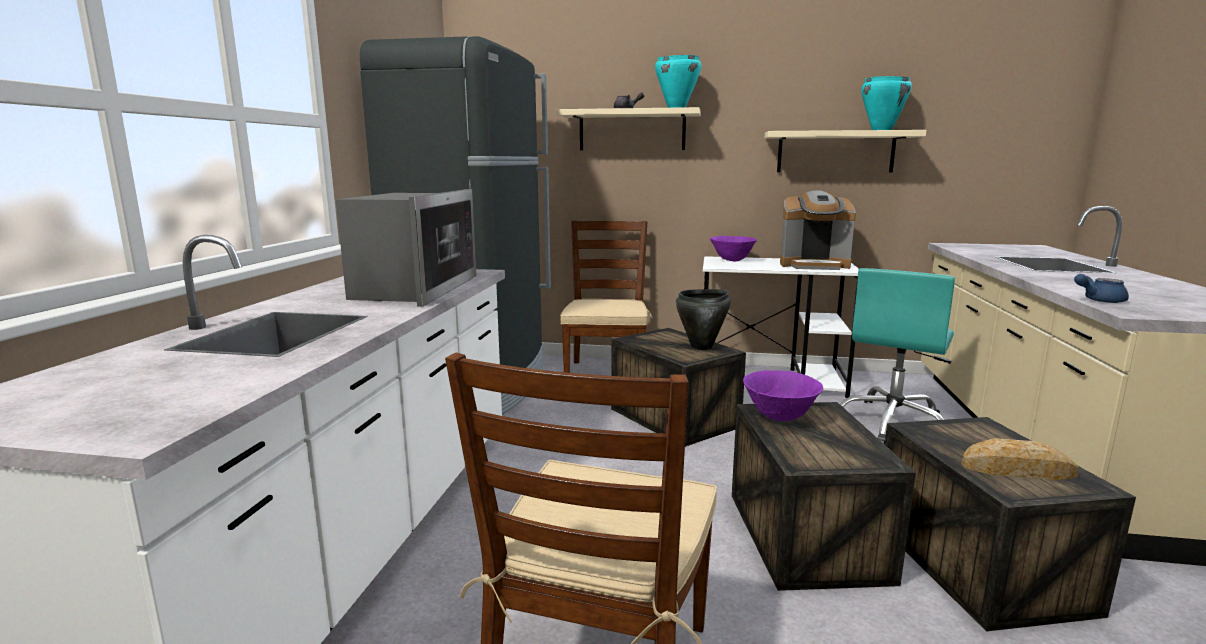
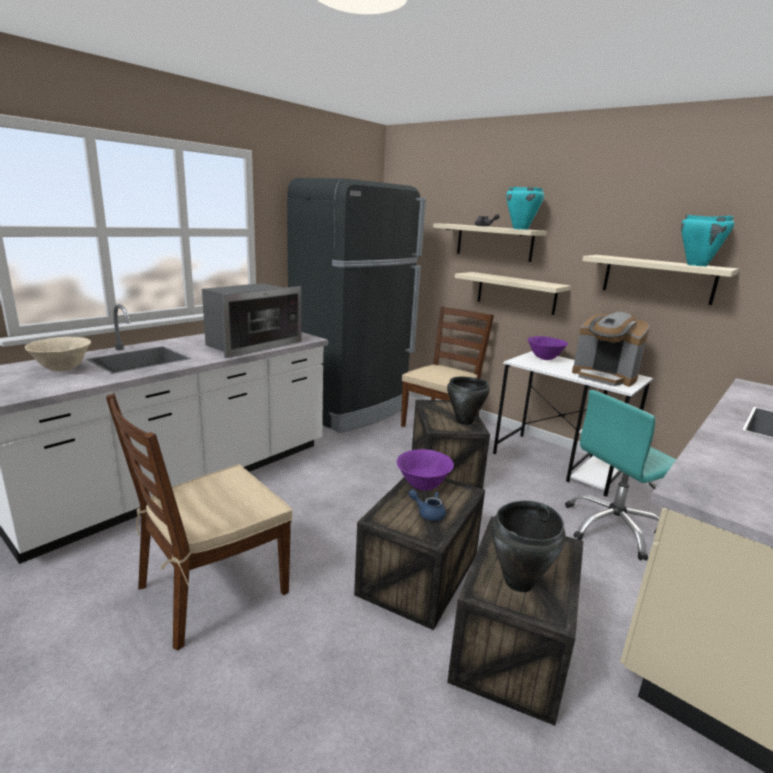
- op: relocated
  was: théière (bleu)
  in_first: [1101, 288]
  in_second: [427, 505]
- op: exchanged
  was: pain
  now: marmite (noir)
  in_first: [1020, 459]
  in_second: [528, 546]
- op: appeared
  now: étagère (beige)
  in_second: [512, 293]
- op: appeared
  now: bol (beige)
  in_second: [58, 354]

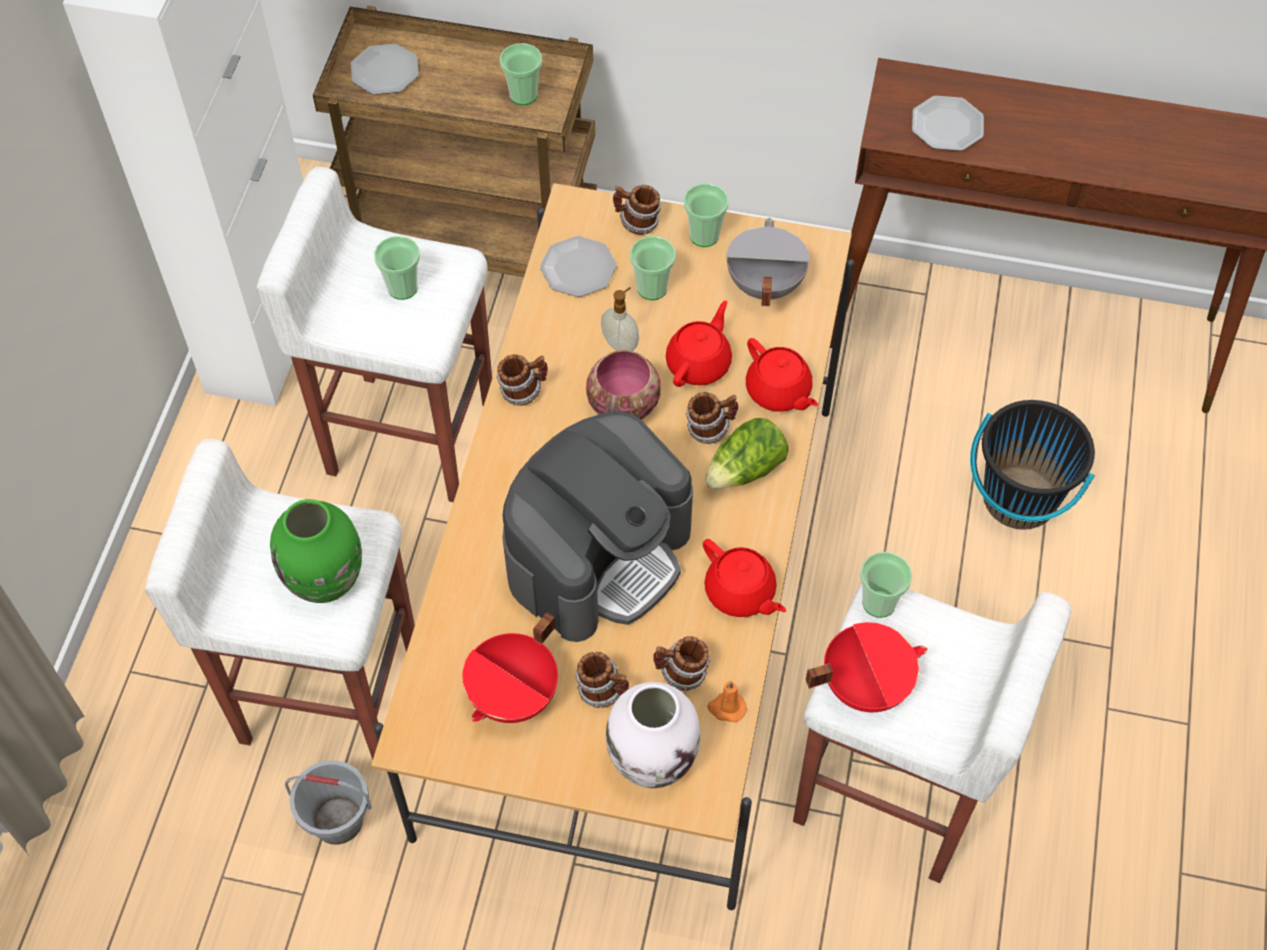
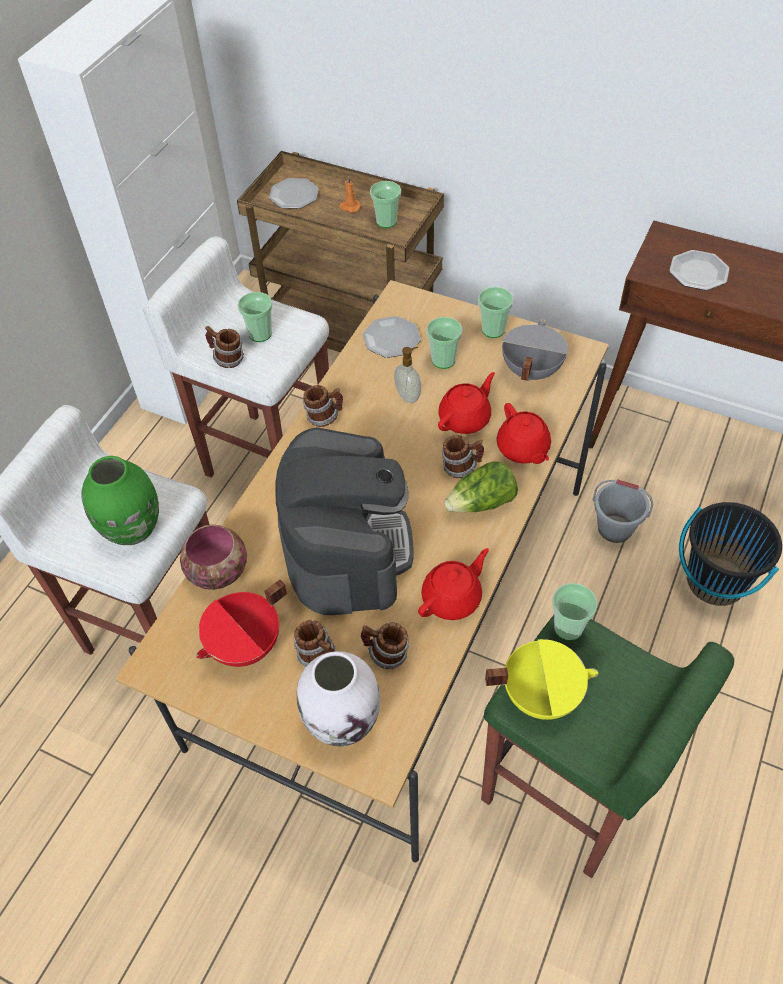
- op: relocated
  was: mug
  in_first: [637, 210]
  in_second: [224, 347]
- op: relocated
  was: bol
  in_first: [623, 384]
  in_second: [213, 557]
- op: spun
  was: machine à café
  in_first: [597, 526]
  in_second: [344, 521]
  clockwise: -60
- op: spun
  was: théière (rouge)
  in_first: [744, 578]
  in_second: [453, 584]
  clockwise: -105
- op: colour
  was: tabouret (blanc)
  now: tabouret (vert)
  in_first: [932, 733]
  in_second: [607, 746]
- op: colour
  was: marmite (rouge)
  now: marmite (jaune)
  in_first: [866, 667]
  in_second: [541, 679]
- op: relocated
  was: bougie (orange)
  in_first: [727, 701]
  in_second: [350, 194]
- op: relocated
  was: seau (gris)
  in_first: [328, 802]
  in_second: [622, 511]

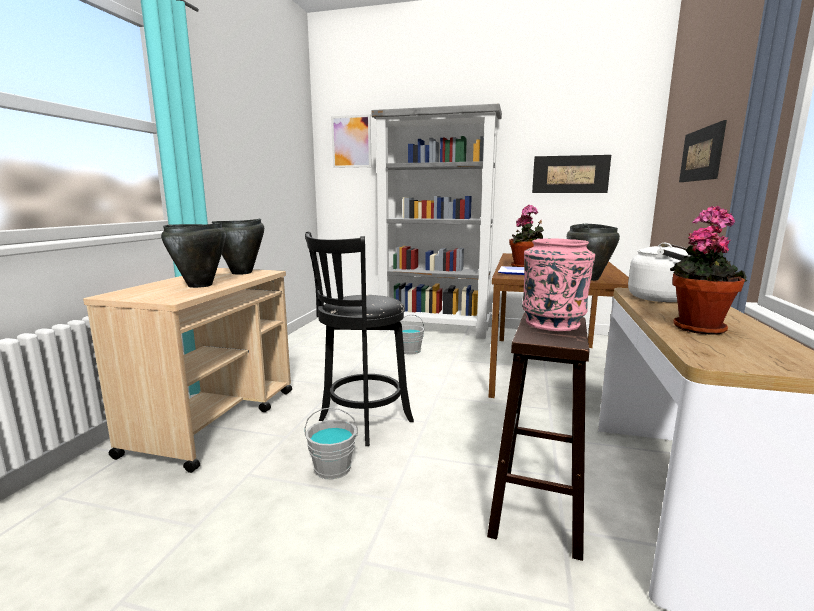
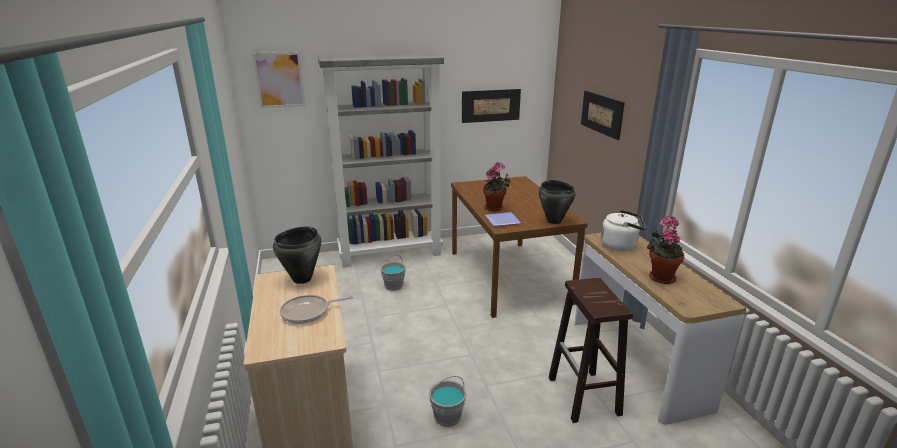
- op: exchanged
  was: marmite (noir)
  now: poêle
  in_first: [193, 255]
  in_second: [316, 309]
- op: missing
  was: tabouret (noir)
  in_first: [359, 338]
- op: missing
  was: vase (rose)
  in_first: [558, 284]

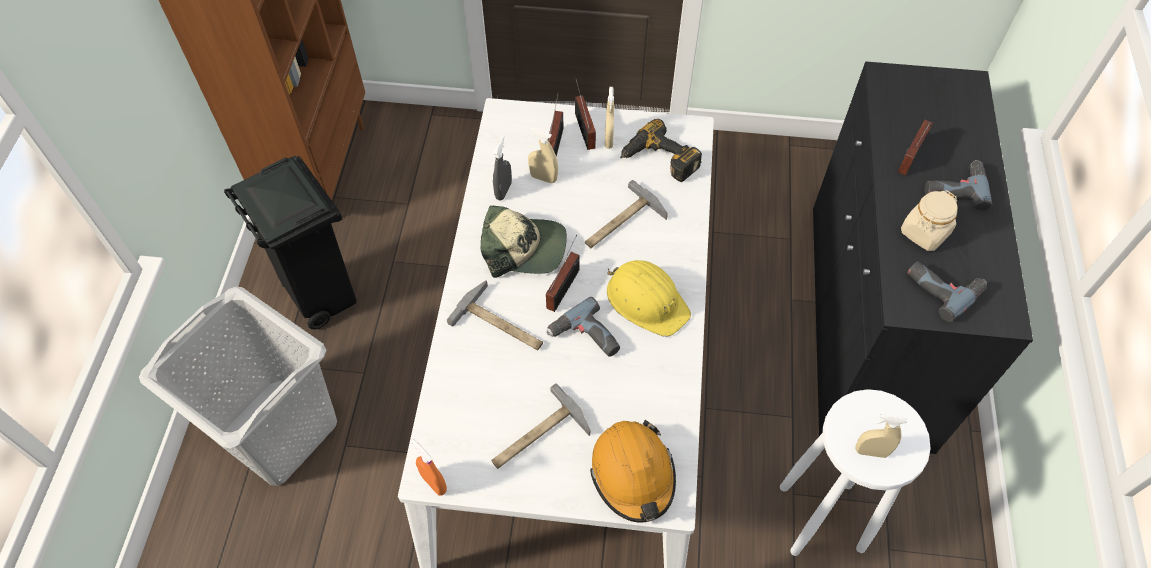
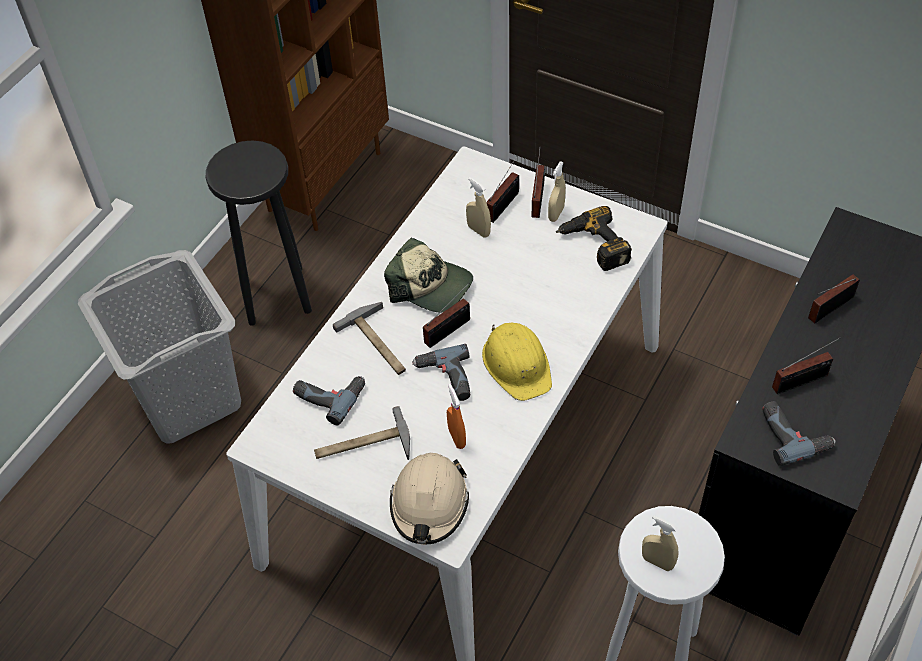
- op: missing
  was: vaporisateur (gris)
  in_first: [502, 167]
- op: exchanged
  was: poubelle (noir)
  now: tabouret (noir)
  in_first: [290, 242]
  in_second: [259, 233]
- op: relocated
  was: perceuse
  in_first: [958, 185]
  in_second: [329, 400]
- op: missing
  was: marteau
  in_first: [626, 214]
- op: exchanged
  was: bocal (beige)
  now: radio
  in_first: [929, 220]
  in_second: [806, 365]
- op: colour
  was: casque de chantier (orange)
  now: casque de chantier (beige)
  in_first: [633, 471]
  in_second: [429, 499]
- op: relocated
  was: vaporisateur (orange)
  in_first: [429, 467]
  in_second: [456, 416]

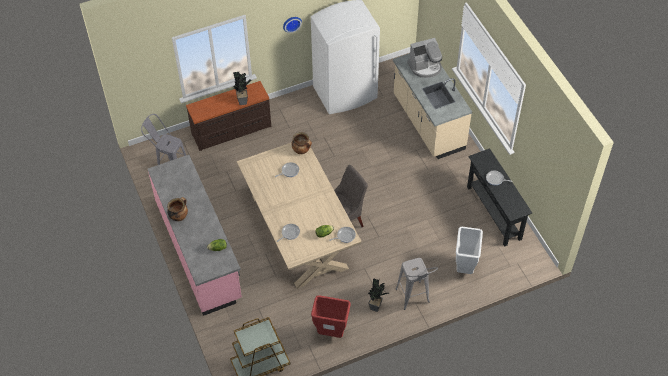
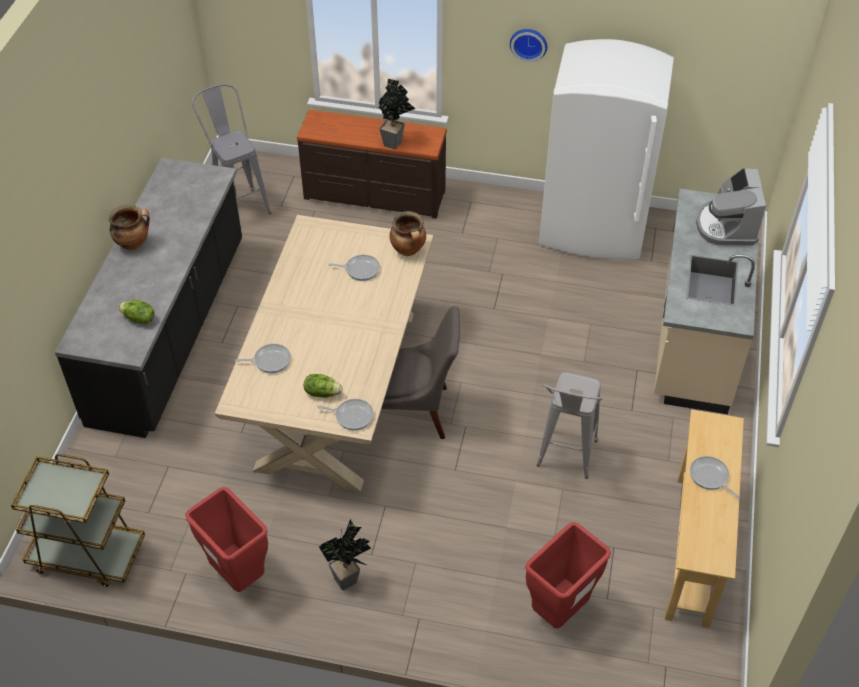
- op: spun
  was: machine à café
  in_first: [424, 58]
  in_second: [731, 207]
  clockwise: 75
- op: colour
  was: table console (noir)
  now: table console (beige)
  in_first: [499, 197]
  in_second: [704, 518]
- op: colour
  was: comptoir de cuisine (rose)
  now: comptoir de cuisine (noir)
  in_first: [195, 235]
  in_second: [148, 298]
- op: colour
  was: poubelle (blanc)
  now: poubelle (rouge)
  in_first: [469, 250]
  in_second: [568, 575]
- op: relocated
  was: tabouret (gris)
  in_first: [416, 284]
  in_second: [569, 425]

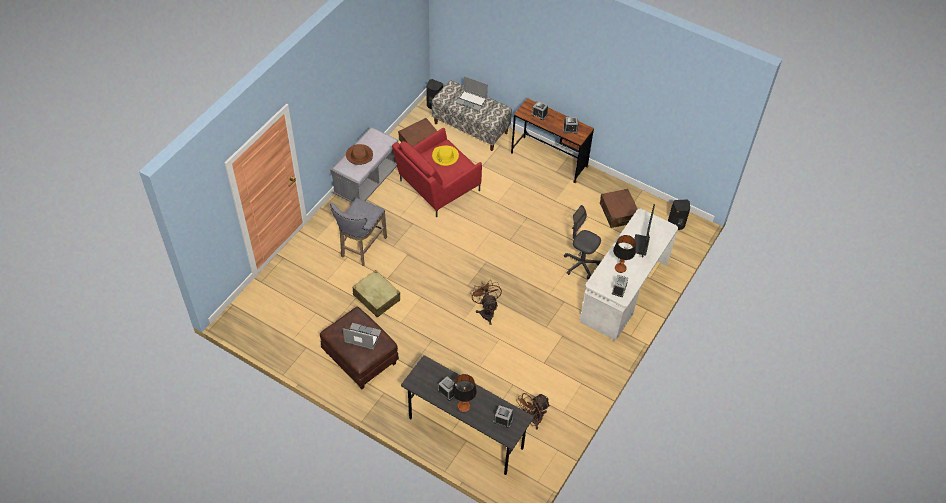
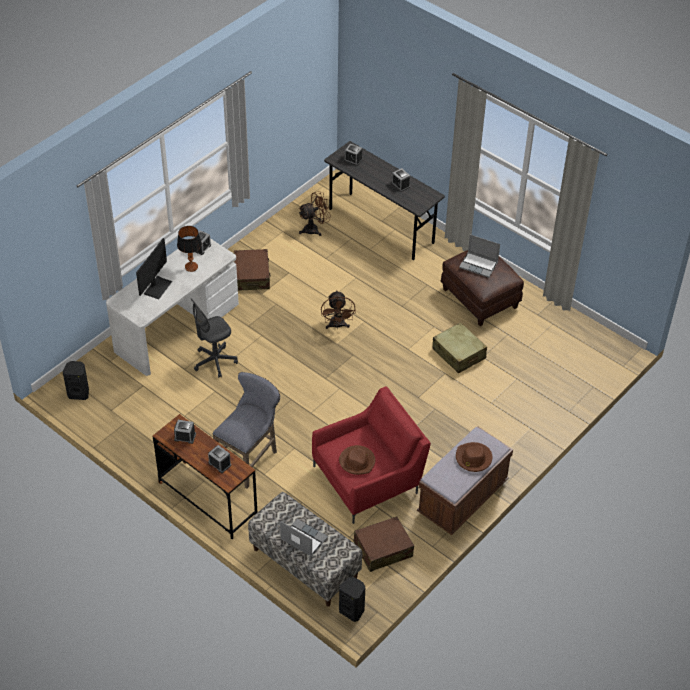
- op: colour
  was: banc (gris)
  now: banc (marron)
  in_first: [364, 165]
  in_second: [465, 481]
- op: colour
  was: chapeau (jaune)
  now: chapeau (marron)
  in_first: [445, 155]
  in_second: [357, 460]
- op: relocated
  was: valise (marron)
  in_first: [619, 208]
  in_second: [252, 270]
- op: relocated
  was: tabouret (gris)
  in_first: [358, 232]
  in_second: [246, 430]
- op: spun
  was: chaise de bureau (gris)
  in_first: [582, 242]
  in_second: [214, 338]
  clockwise: 105
- op: missing
  was: lampe de table
  in_first: [464, 393]

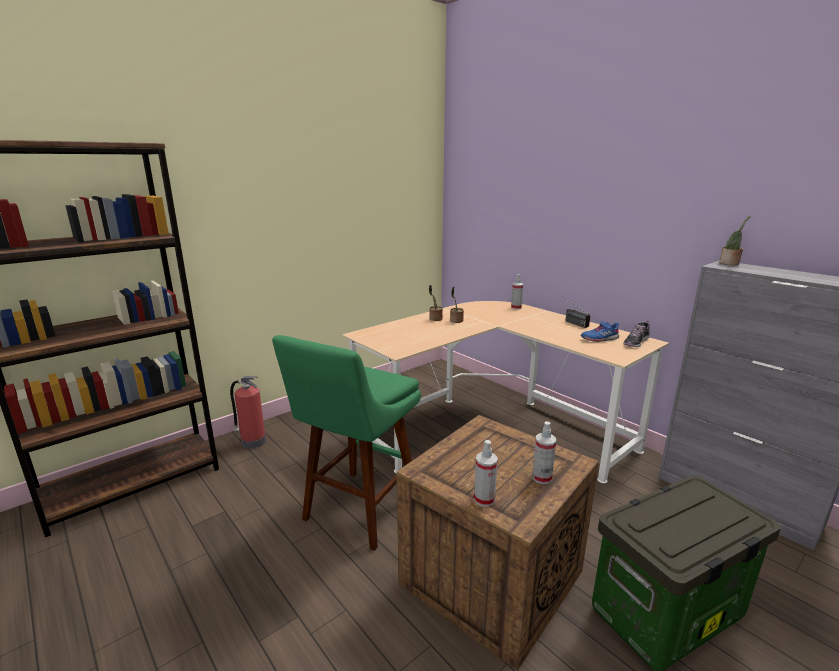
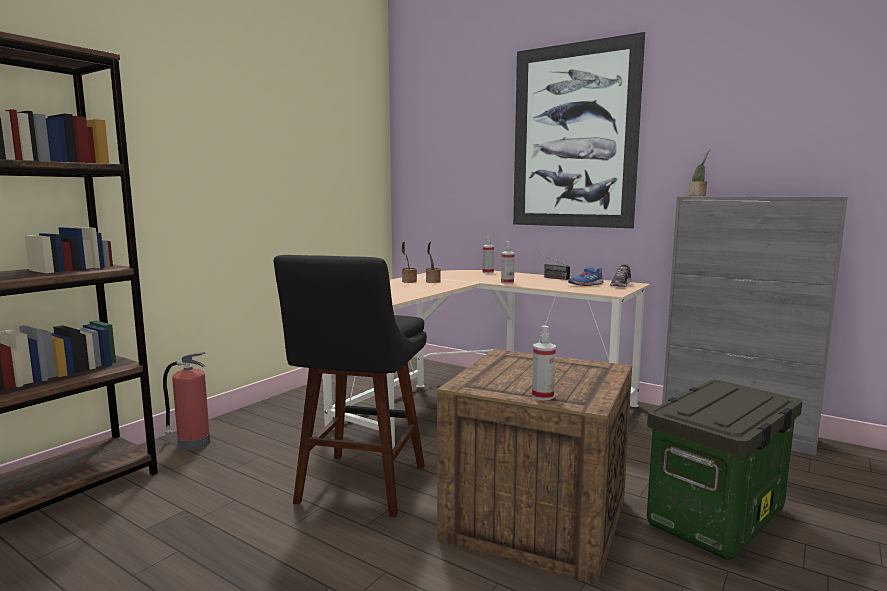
- op: colour
  was: tabouret (vert)
  now: tabouret (noir)
  in_first: [346, 443]
  in_second: [350, 386]
- op: relocated
  was: vaporisateur
  in_first: [544, 452]
  in_second: [508, 262]
- op: appeared
  now: tableau
  in_second: [579, 130]

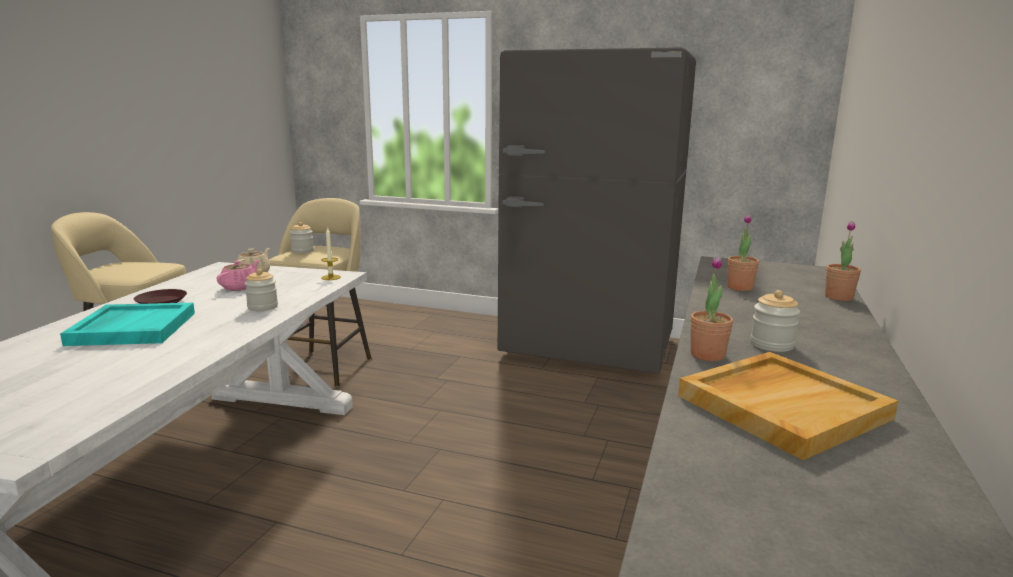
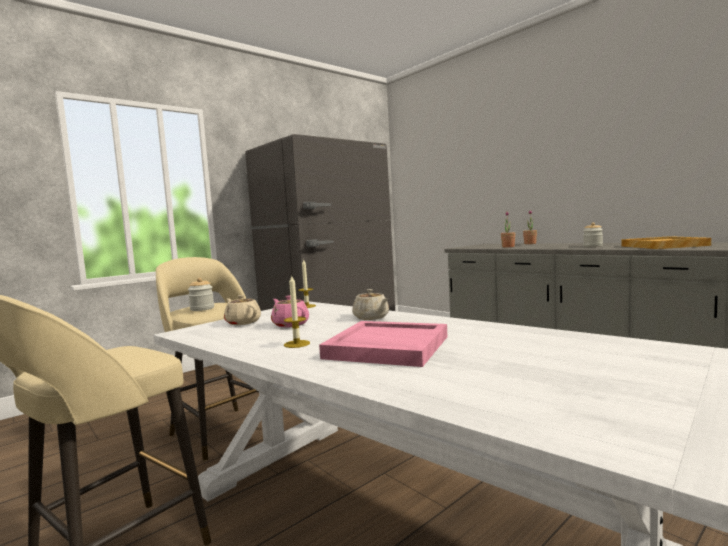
- op: missing
  was: plante en pot
  in_first: [711, 308]
- op: exchanged
  was: bocal
  now: théière (beige)
  in_first: [261, 290]
  in_second: [370, 304]
- op: exchanged
  was: assiette (marron)
  now: bougie
  in_first: [160, 296]
  in_second: [297, 312]
- op: colour
  was: plateau (turquoise)
  now: plateau (rose)
  in_first: [127, 324]
  in_second: [383, 344]

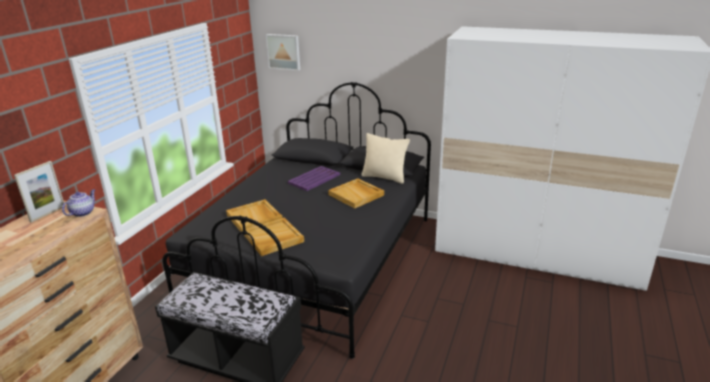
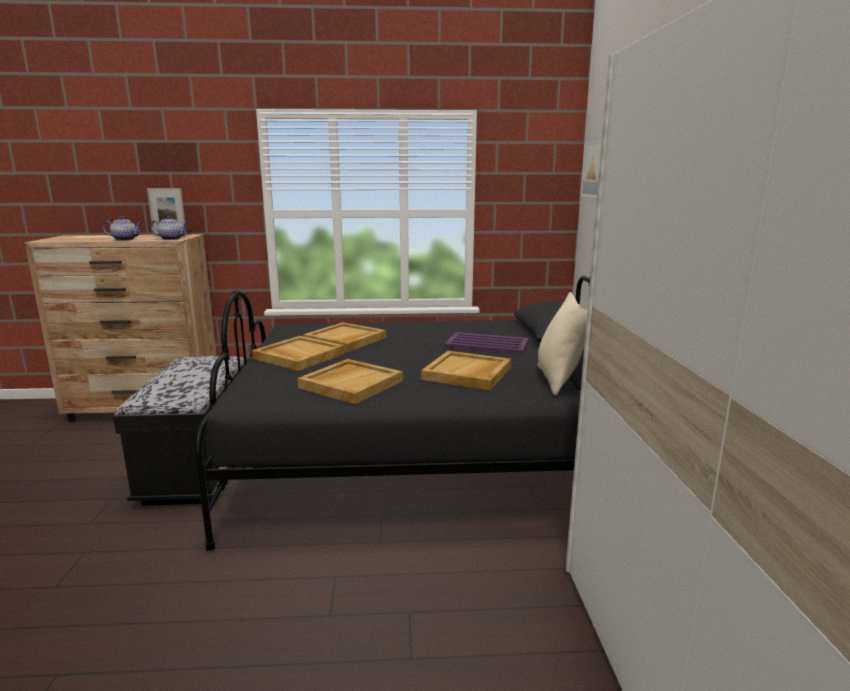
- op: appeared
  now: théière
  in_second: [122, 228]
- op: appeared
  now: plateau (beige)
  in_second: [350, 381]

